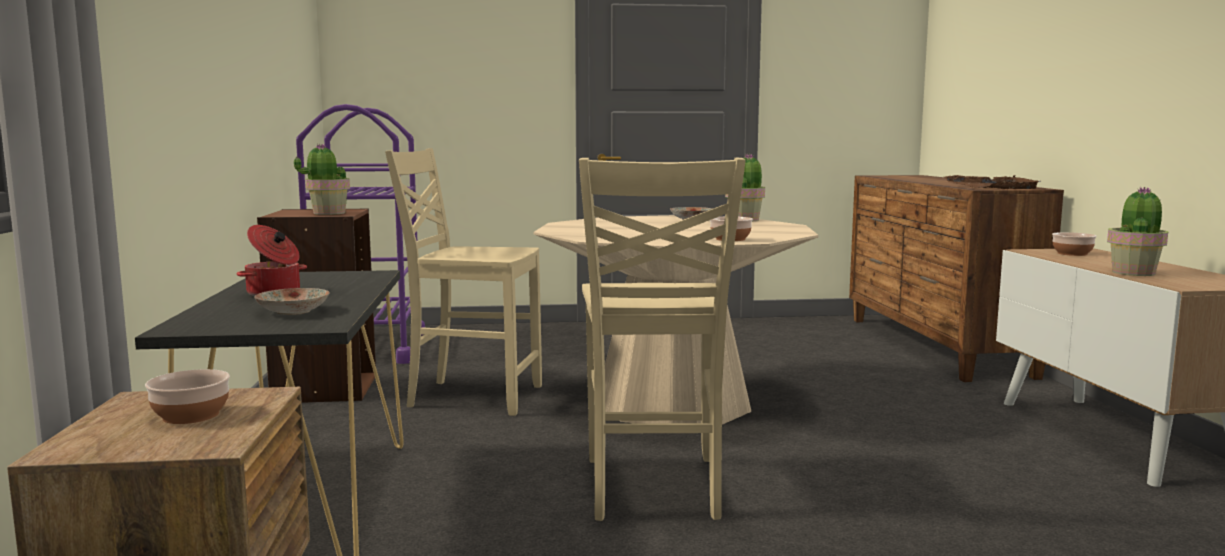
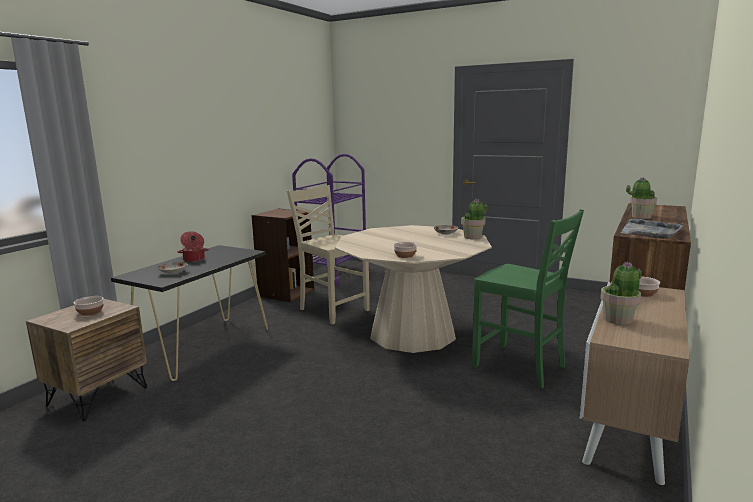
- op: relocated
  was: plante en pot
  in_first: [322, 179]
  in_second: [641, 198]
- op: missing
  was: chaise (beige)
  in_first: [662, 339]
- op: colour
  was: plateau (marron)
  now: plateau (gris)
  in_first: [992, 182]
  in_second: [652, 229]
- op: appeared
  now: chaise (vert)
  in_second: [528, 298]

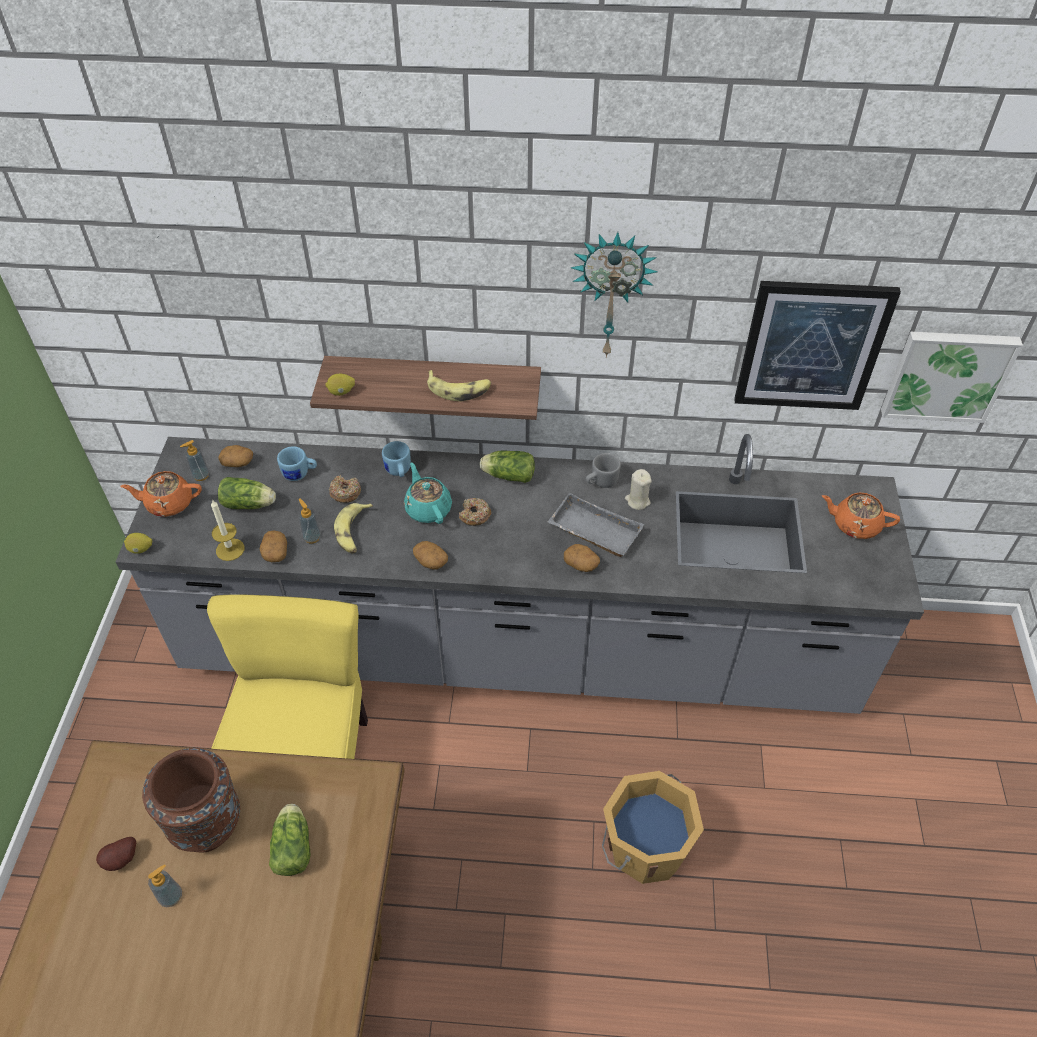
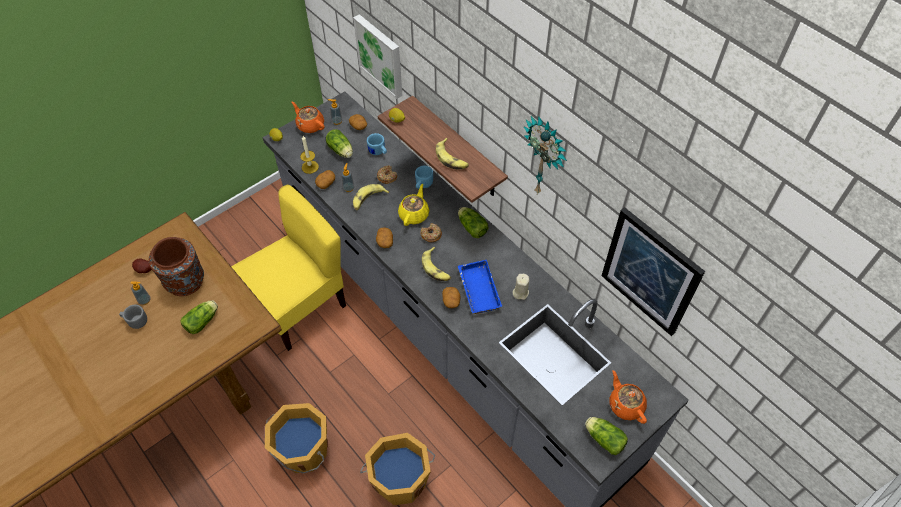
- op: relocated
  was: tableau
  in_first: [952, 377]
  in_second: [377, 56]
- op: relocated
  was: mug (gris)
  in_first: [603, 470]
  in_second: [133, 317]
- op: colour
  was: théière (turquoise)
  now: théière (jaune)
  in_first: [428, 493]
  in_second: [413, 205]
- op: colour
  was: plateau (gris)
  now: plateau (bleu)
  in_first: [595, 525]
  in_second: [480, 287]
- op: appeared
  now: banane
  in_second: [436, 264]
- op: appeared
  now: seau (orange)
  in_second: [296, 438]
- op: appeared
  now: laitue
  in_second: [606, 436]

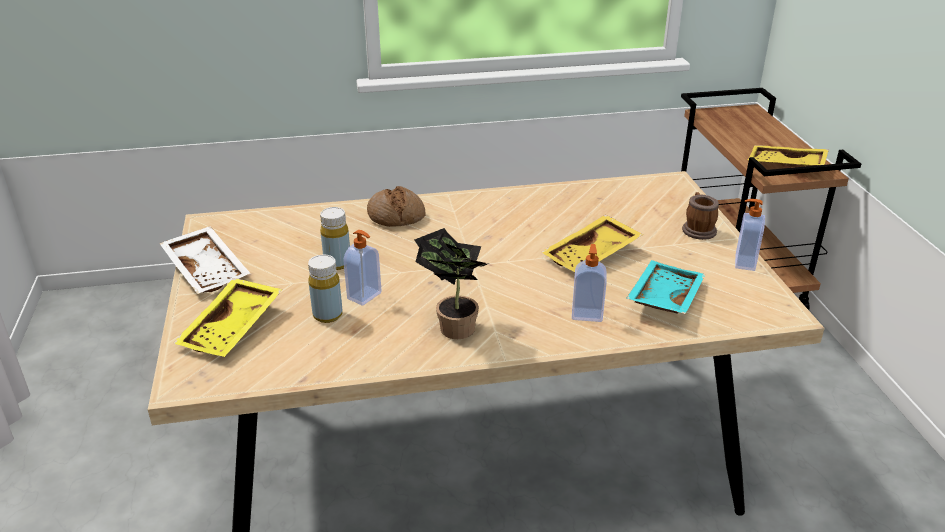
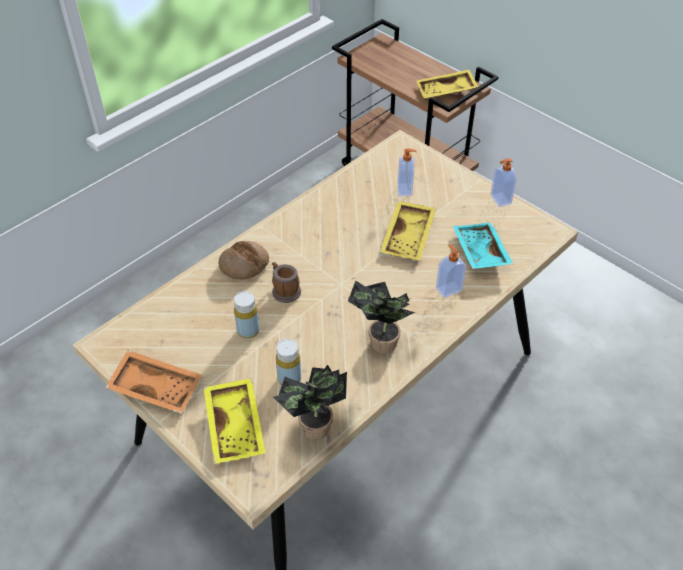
- op: relocated
  was: mug
  in_first: [700, 216]
  in_second: [286, 282]
- op: colour
  was: plateau (blanc)
  now: plateau (orange)
  in_first: [204, 260]
  in_second: [153, 382]
- op: relocated
  was: distributeur de savon
  in_first: [362, 268]
  in_second: [407, 172]
- op: appeared
  now: plante en pot
  in_second: [310, 402]

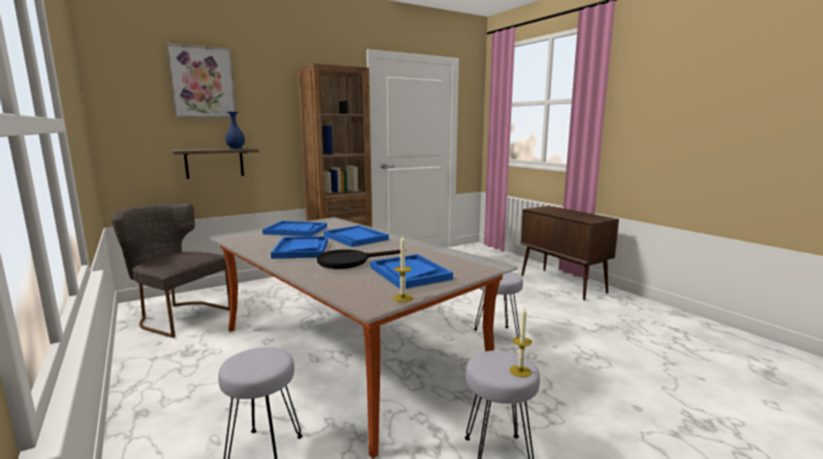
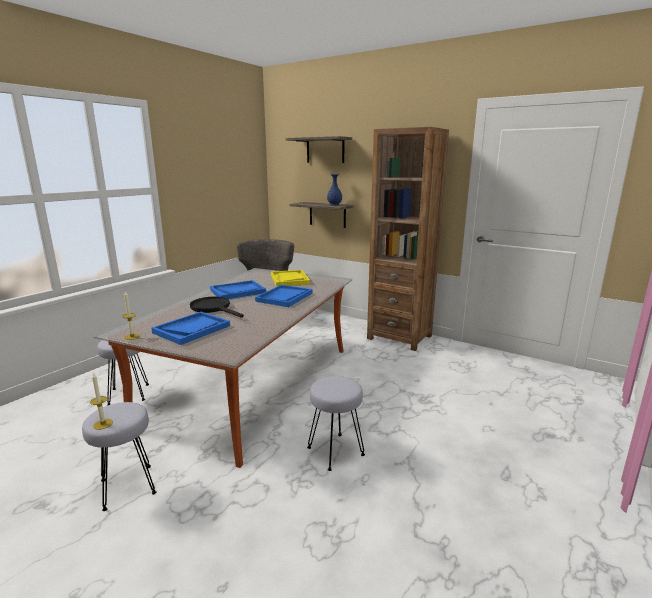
- op: exchanged
  was: tableau
  now: étagère
  in_first: [201, 81]
  in_second: [319, 149]
- op: missing
  was: meuble de rangement (marron)
  in_first: [570, 253]
- op: colour
  was: plateau (bleu)
  now: plateau (jaune)
  in_first: [294, 228]
  in_second: [290, 278]

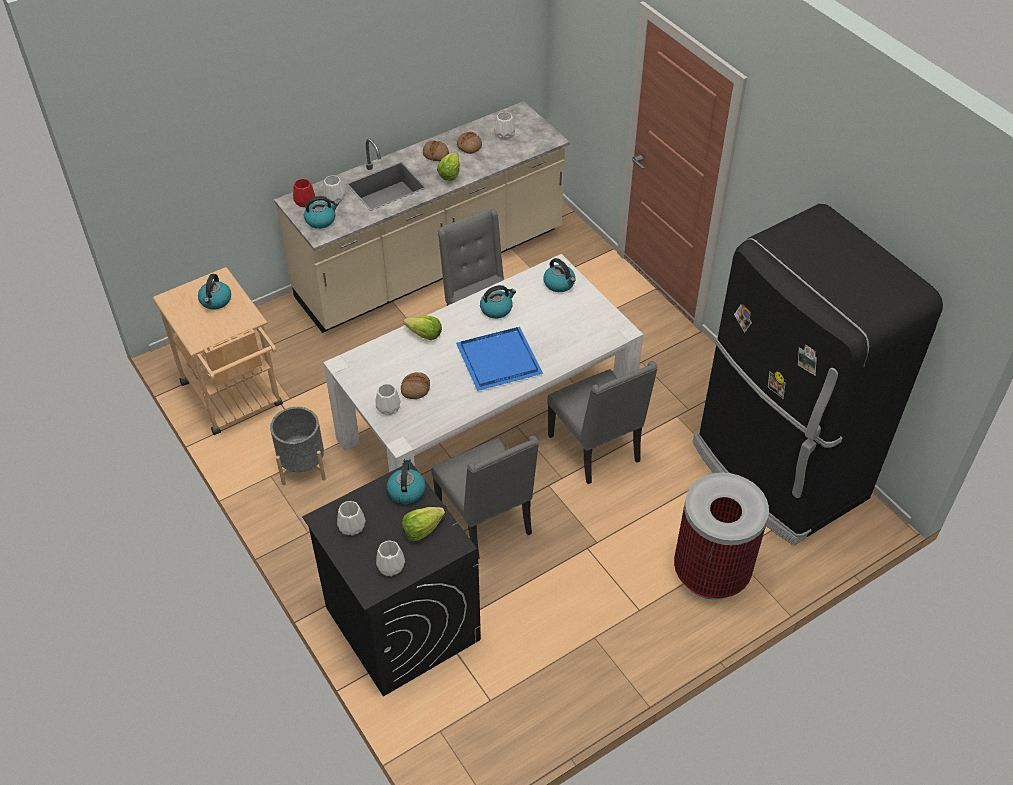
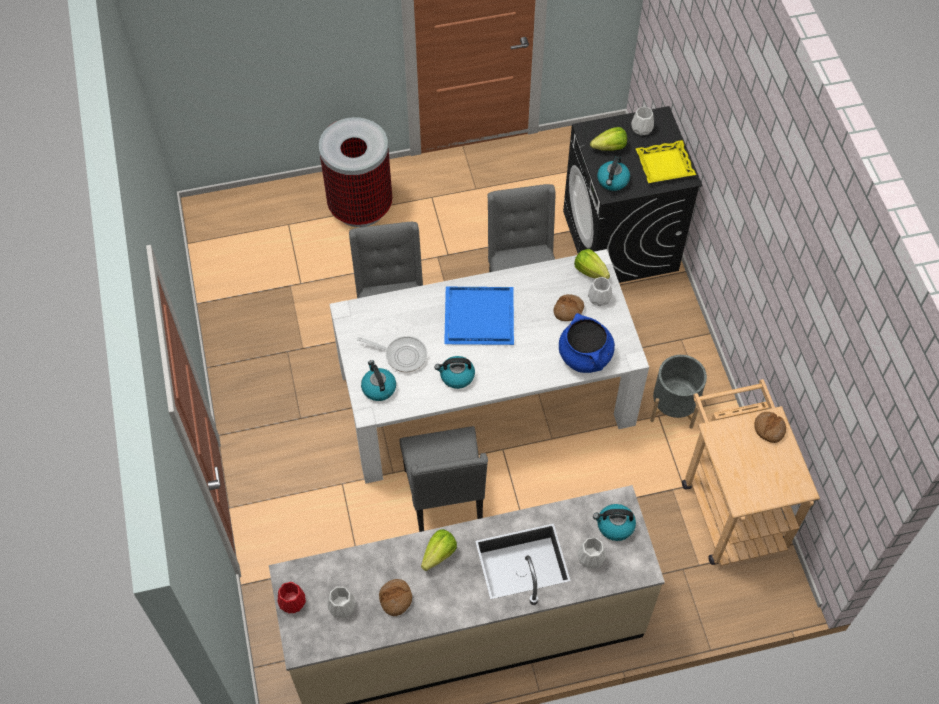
- op: relocated
  was: pain
  in_first: [436, 150]
  in_second: [770, 427]
- op: relocated
  was: vase (rouge)
  in_first: [304, 193]
  in_second: [291, 598]
- op: missing
  was: réfrigérateur (noir)
  in_first: [818, 375]
- op: missing
  was: bouilloire
  in_first: [214, 292]
- op: relocated
  was: laitue
  in_first: [422, 328]
  in_second: [592, 264]
- op: exchanged
  was: vase (blanc)
  now: plateau (jaune)
  in_first: [351, 518]
  in_second: [666, 161]
- op: appeared
  now: marmite (bleu)
  in_second: [587, 343]
- op: appeared
  now: poêle
  in_second: [392, 354]

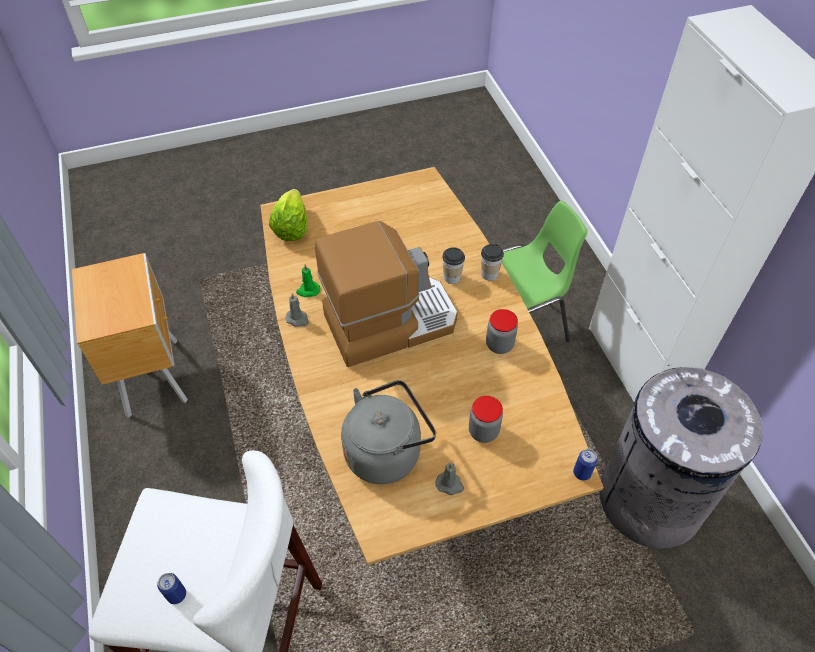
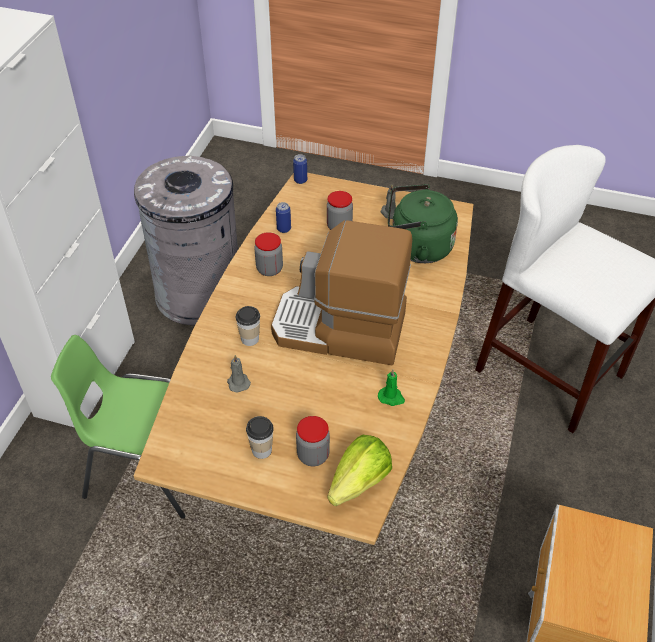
- op: relocated
  was: tasse
  in_first: [492, 262]
  in_second: [260, 437]
- op: relocated
  was: bougie (gris)
  in_first: [297, 310]
  in_second: [239, 374]
- op: colour
  was: bouilloire (gris)
  now: bouilloire (vert)
  in_first: [388, 432]
  in_second: [423, 223]
- op: relocated
  was: boîte métallique
  in_first: [171, 588]
  in_second: [283, 217]
- op: appeared
  now: bocal
  in_second: [313, 441]

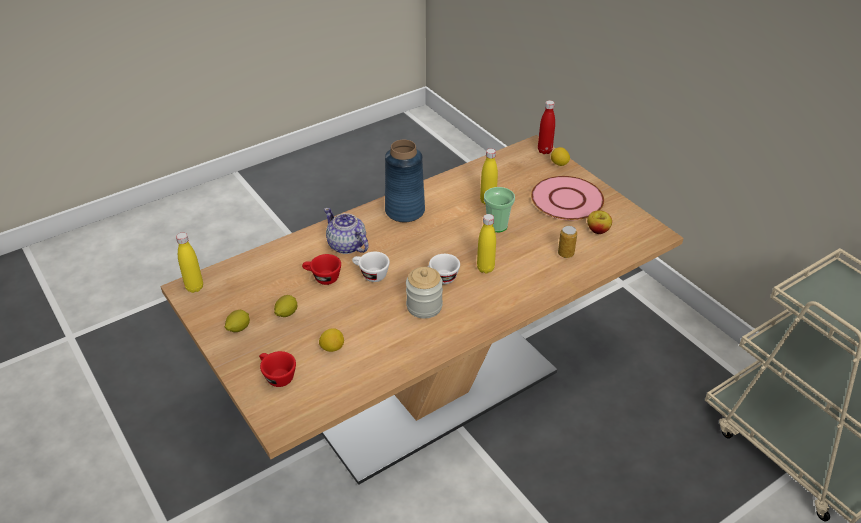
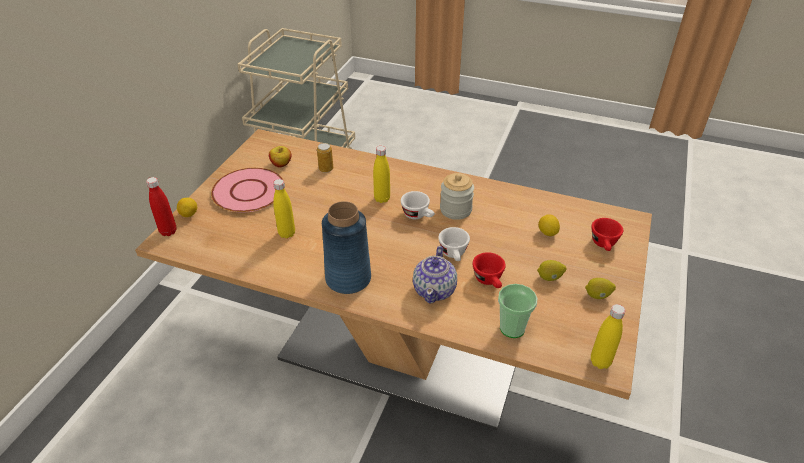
- op: relocated
  was: tasse
  in_first: [499, 209]
  in_second: [517, 311]

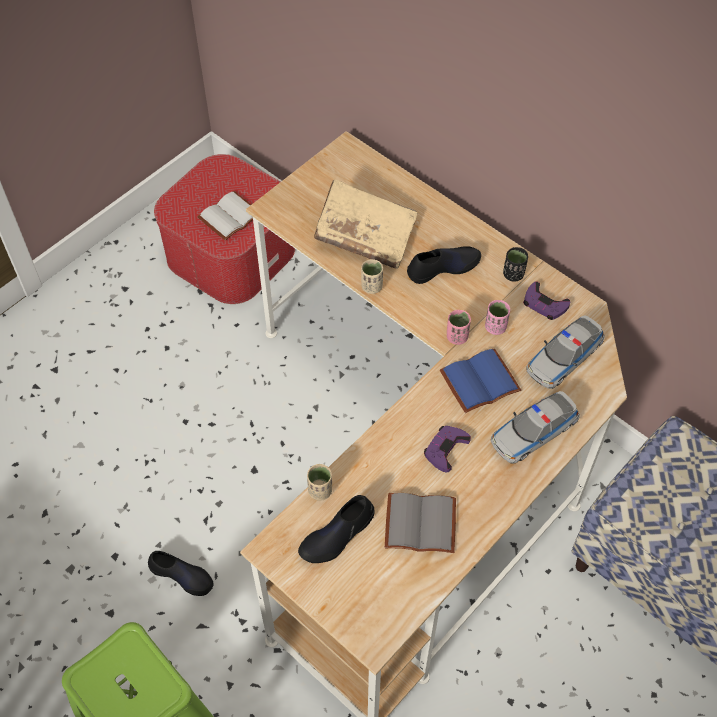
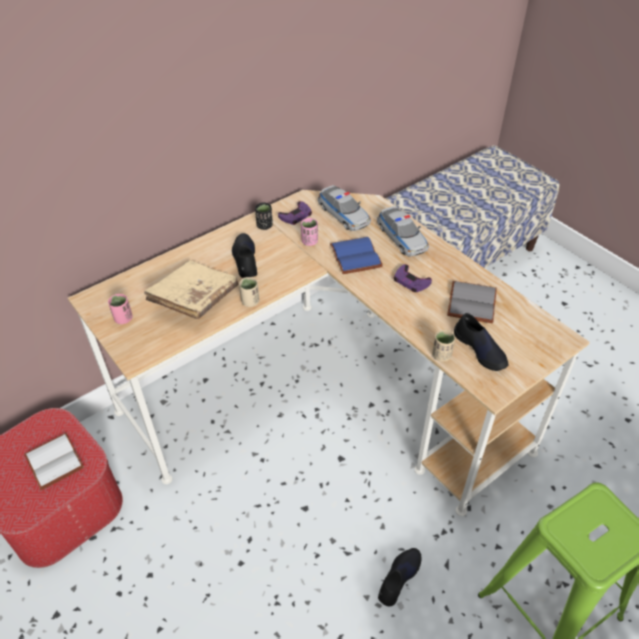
- op: relocated
  was: tasse (rose)
  in_first: [459, 327]
  in_second: [120, 309]

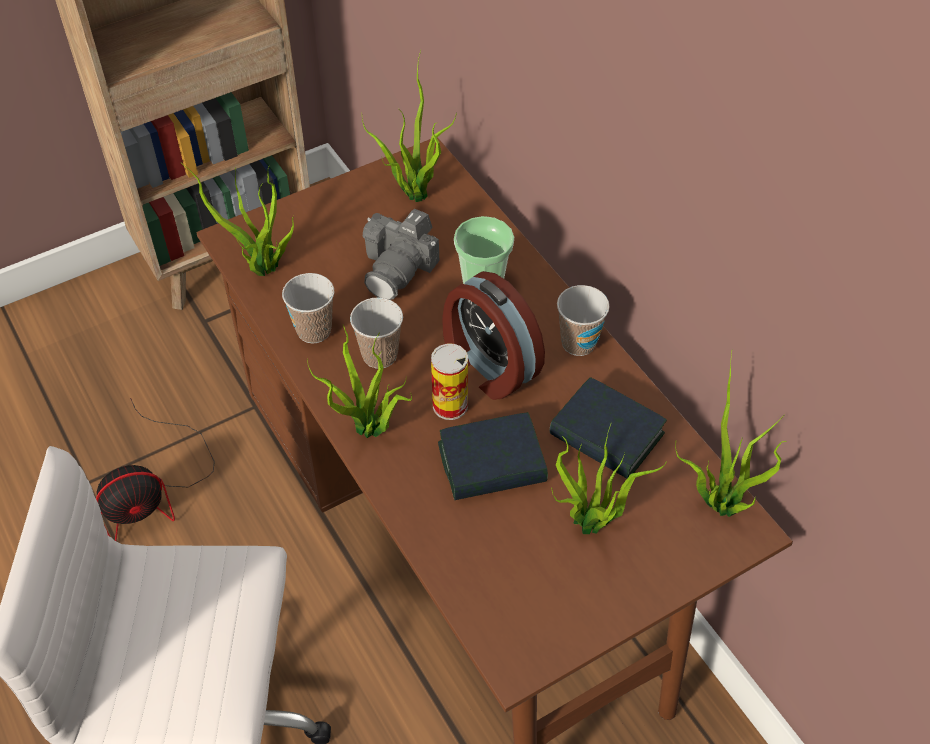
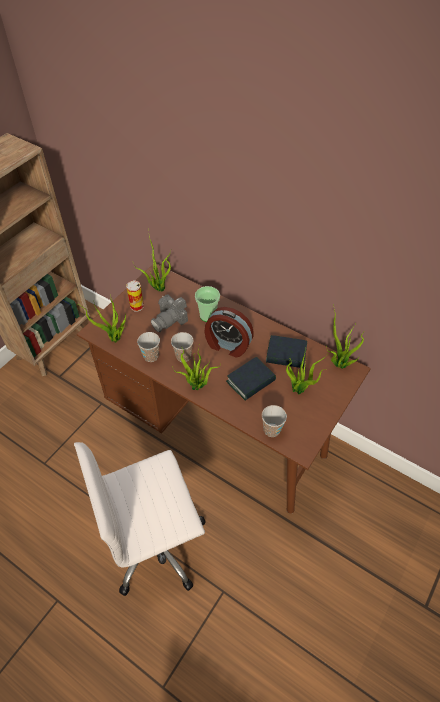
- op: spun
  was: appareil photo
  in_first: [401, 254]
  in_second: [169, 313]
  clockwise: 45
- op: relocated
  was: tasse
  in_first: [583, 320]
  in_second: [274, 421]
- op: relocated
  was: boîte métallique
  in_first: [449, 381]
  in_second: [135, 296]
- op: missing
  was: ventilateur
  in_first: [155, 469]

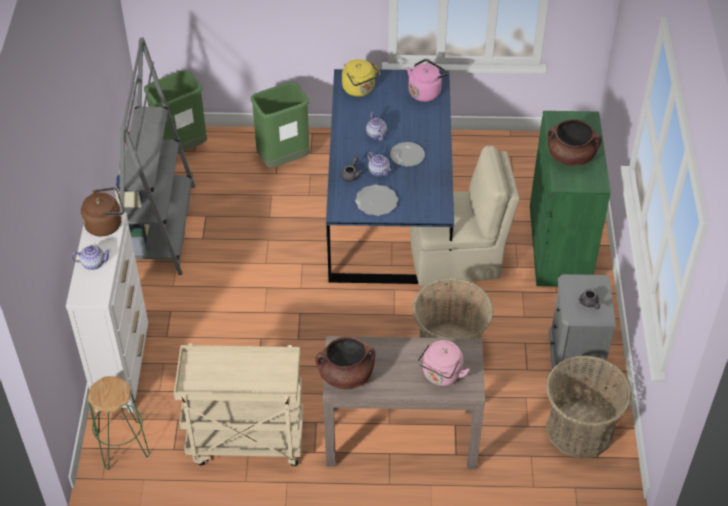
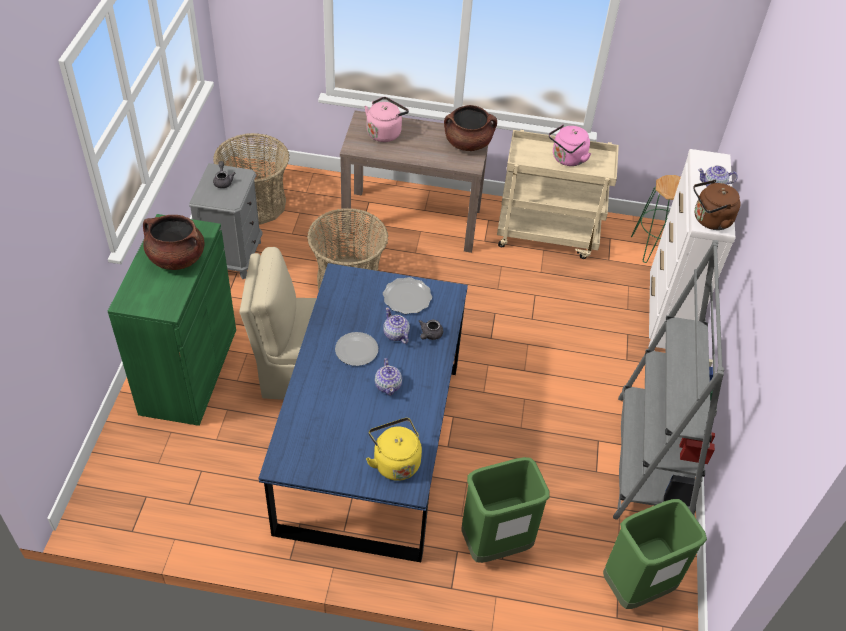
- op: relocated
  was: bouilloire (rose)
  in_first: [427, 80]
  in_second: [570, 145]

